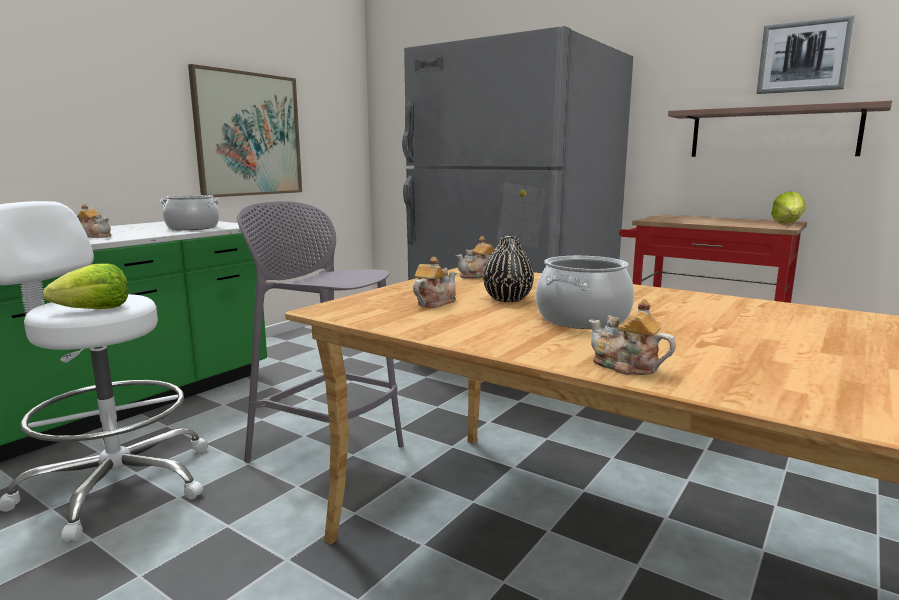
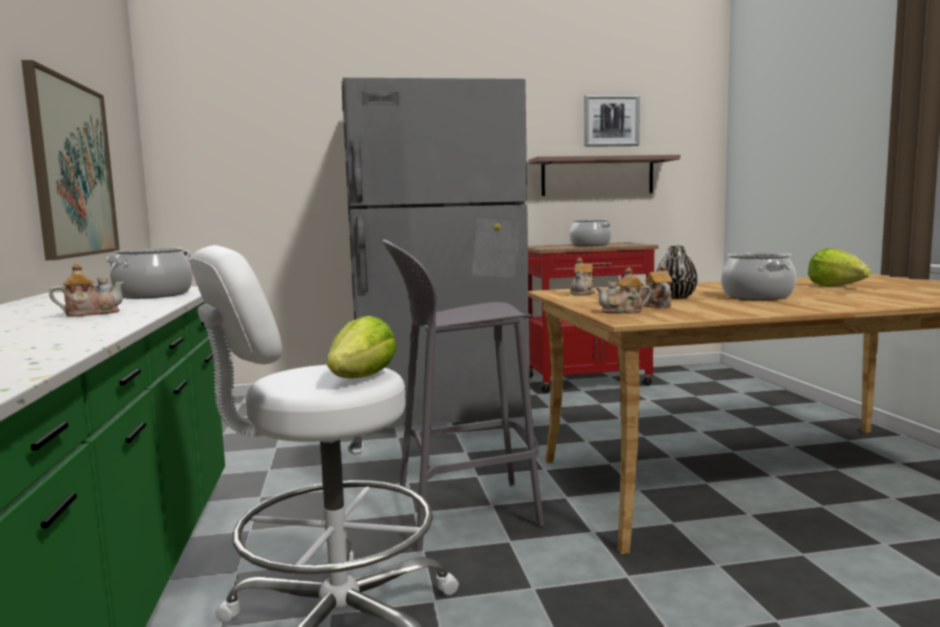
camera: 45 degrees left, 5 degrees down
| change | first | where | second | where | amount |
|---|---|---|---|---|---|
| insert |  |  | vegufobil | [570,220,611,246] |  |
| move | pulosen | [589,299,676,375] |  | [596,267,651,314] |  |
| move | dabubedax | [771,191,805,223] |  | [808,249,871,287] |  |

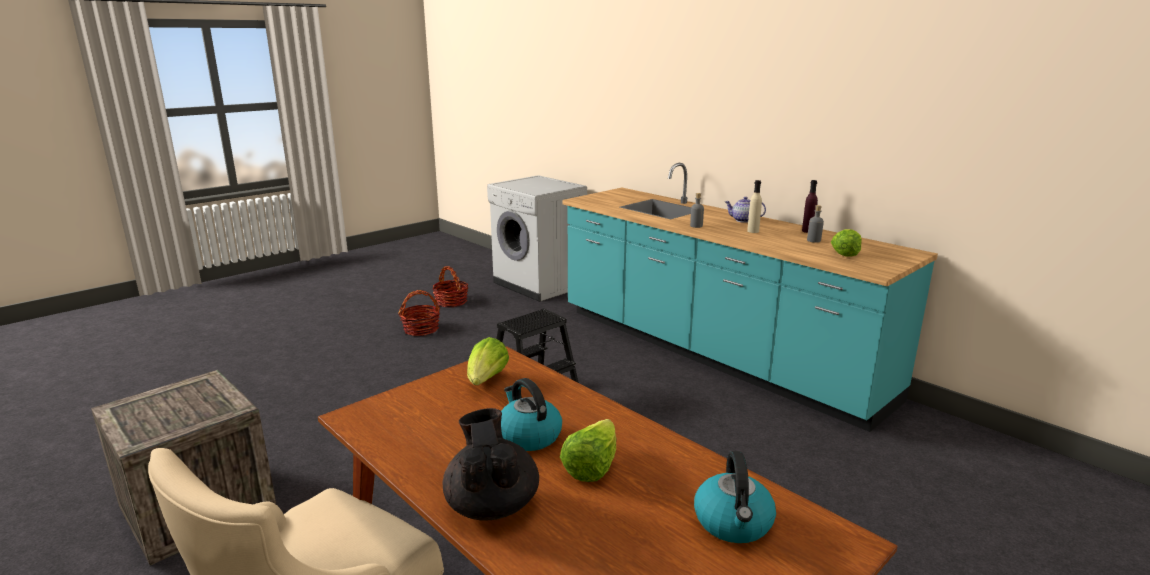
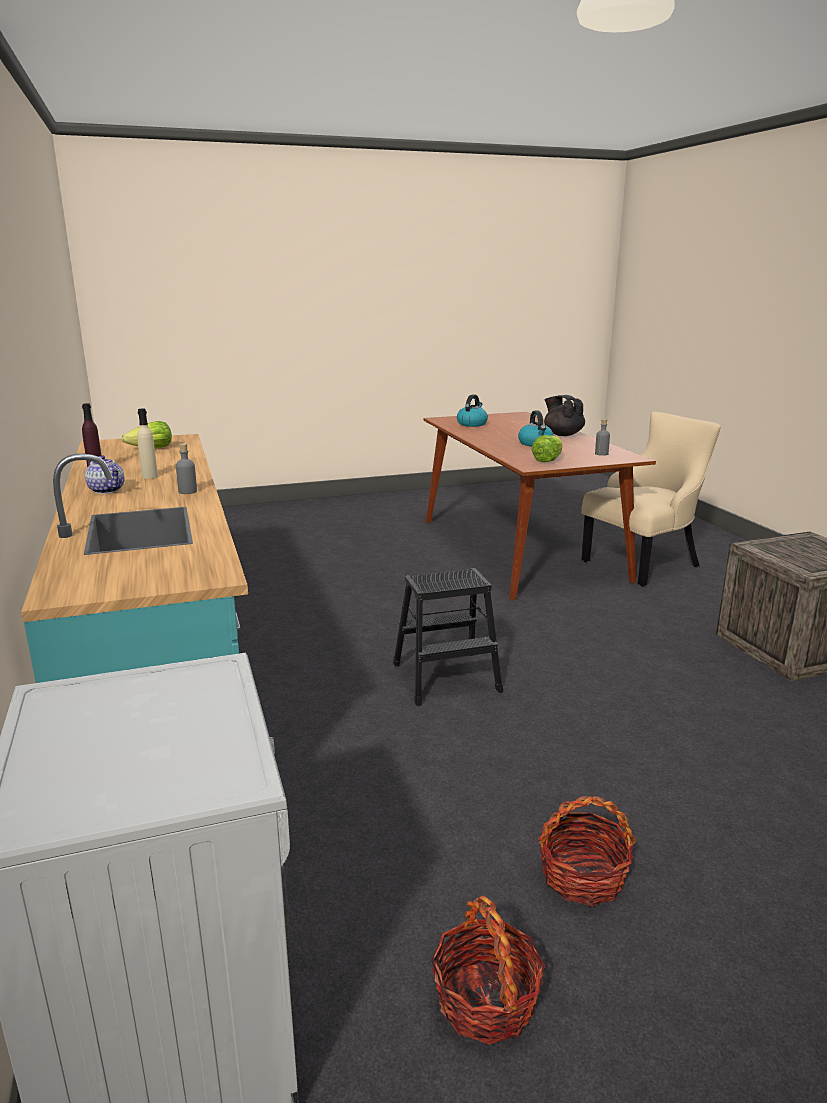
camera: 155 degrees left, 0 degrees up
| change | first | where | second | where | amount |
|---|---|---|---|---|---|
| delete | dabubedax | [560,419,616,482] |  |  |  |
| move | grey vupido | [807,205,824,243] |  | [595,419,610,456] |  |
| rotate | black pulosen | [443,408,539,521] |  | [544,395,585,436] | 135 degrees clockwise |

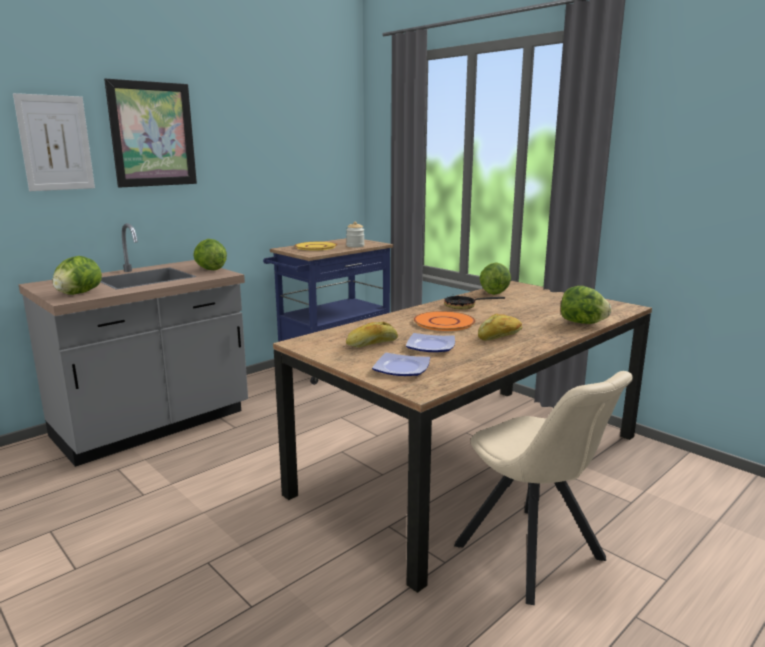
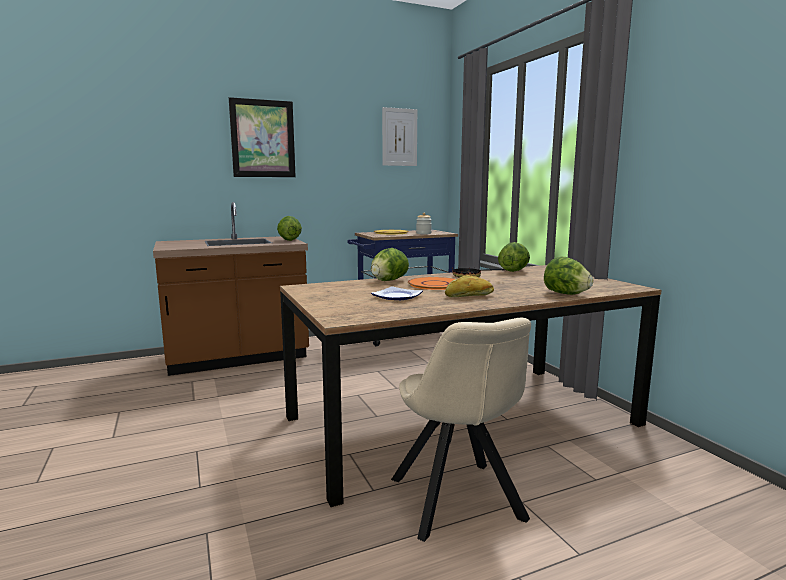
camera: 20 degrees right, 5 degrees down
| change | first | where | second | where | amount |
|---|---|---|---|---|---|
| delete | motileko | [346,321,398,348] |  |  |  |
| delete | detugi | [372,353,430,376] |  |  |  |
| move | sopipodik | [13,93,95,191] |  | [382,107,417,166] |  |
| move | dabubedax | [52,256,102,295] |  | [371,248,409,281] |  |
| recolor | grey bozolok | [18,223,248,467] | brown bozolok | [153,202,309,376] |  |

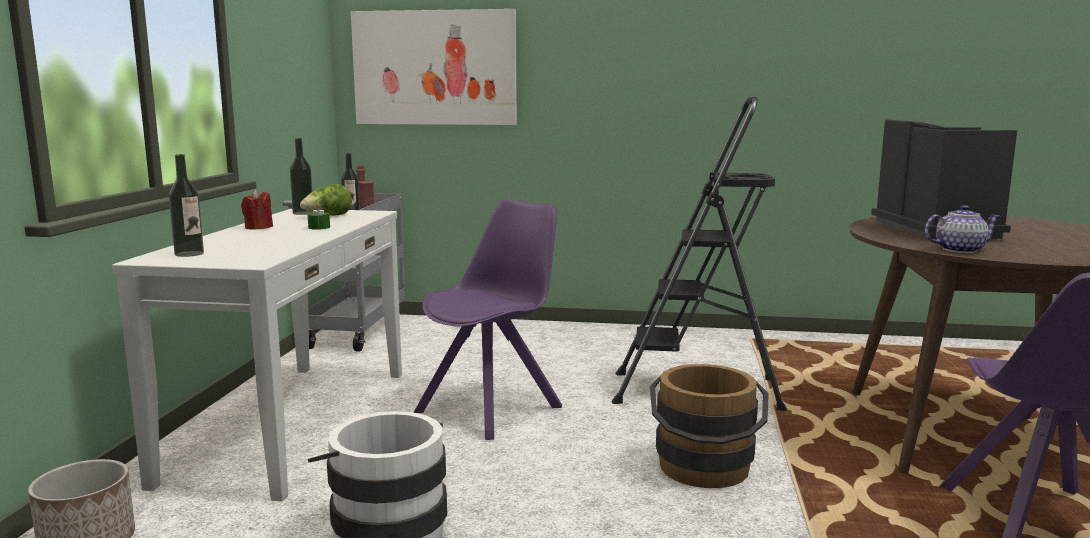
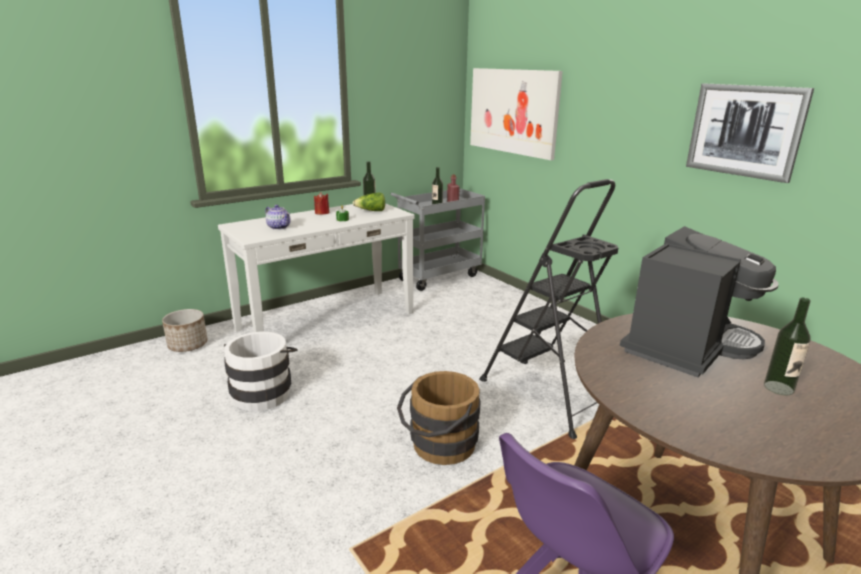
camera: 45 degrees right, 10 degrees up
| change | first | where | second | where | amount |
|---|---|---|---|---|---|
| delete | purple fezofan | [413,199,562,440] |  |  |  |
| insert |  |  | sopipodik | [686,84,814,183] |  |
| move | vupido | [169,154,204,257] |  | [764,298,811,395] |  |
| move | pulosen | [925,205,1001,253] |  | [265,205,291,230] |  |

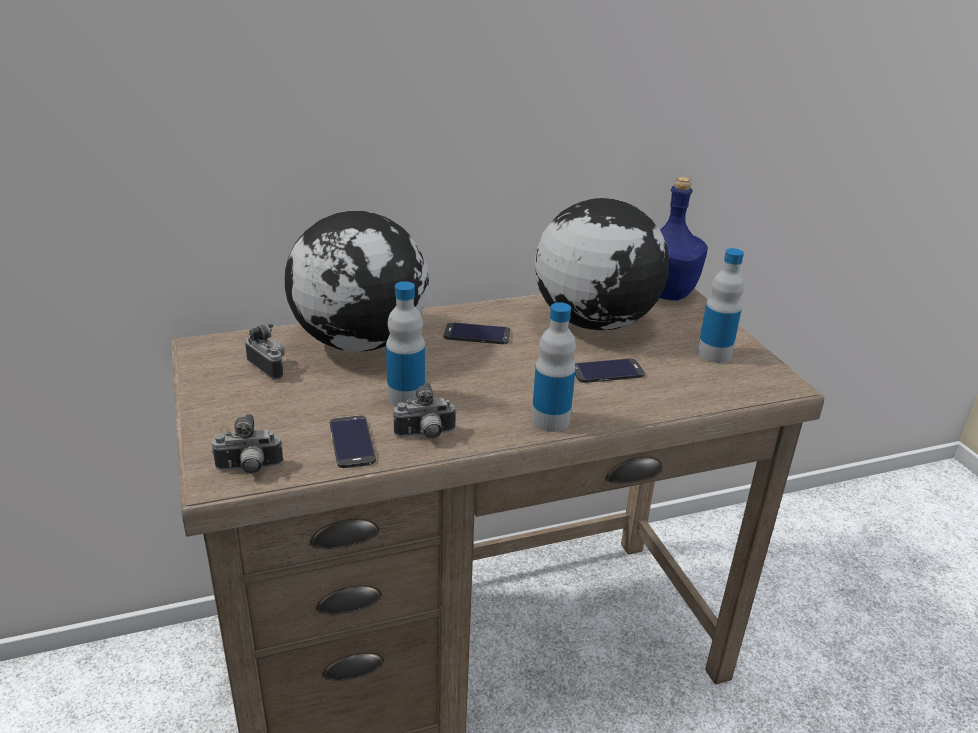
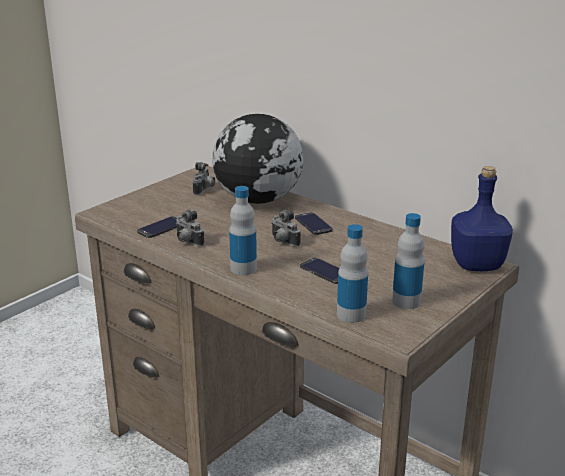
camera: 60 degrees right, 5 degrees down
| change | first | where | second | where | amount |
|---|---|---|---|---|---|
| delete | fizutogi | [535,198,669,330] |  |  |  |
| move | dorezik | [211,414,283,474] |  | [271,210,301,247] |  |
| move | vupido | [386,281,425,407] |  | [337,224,368,323] |  |

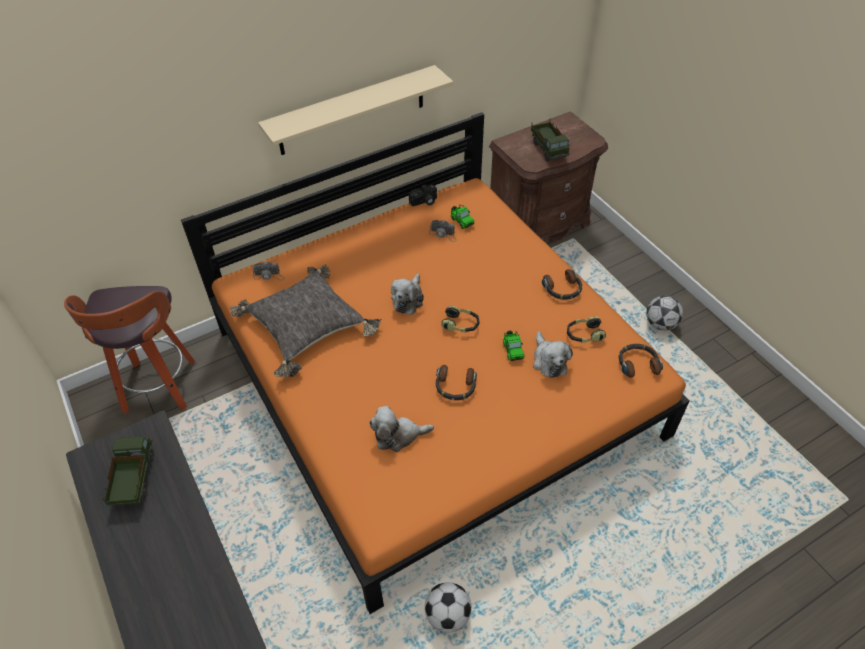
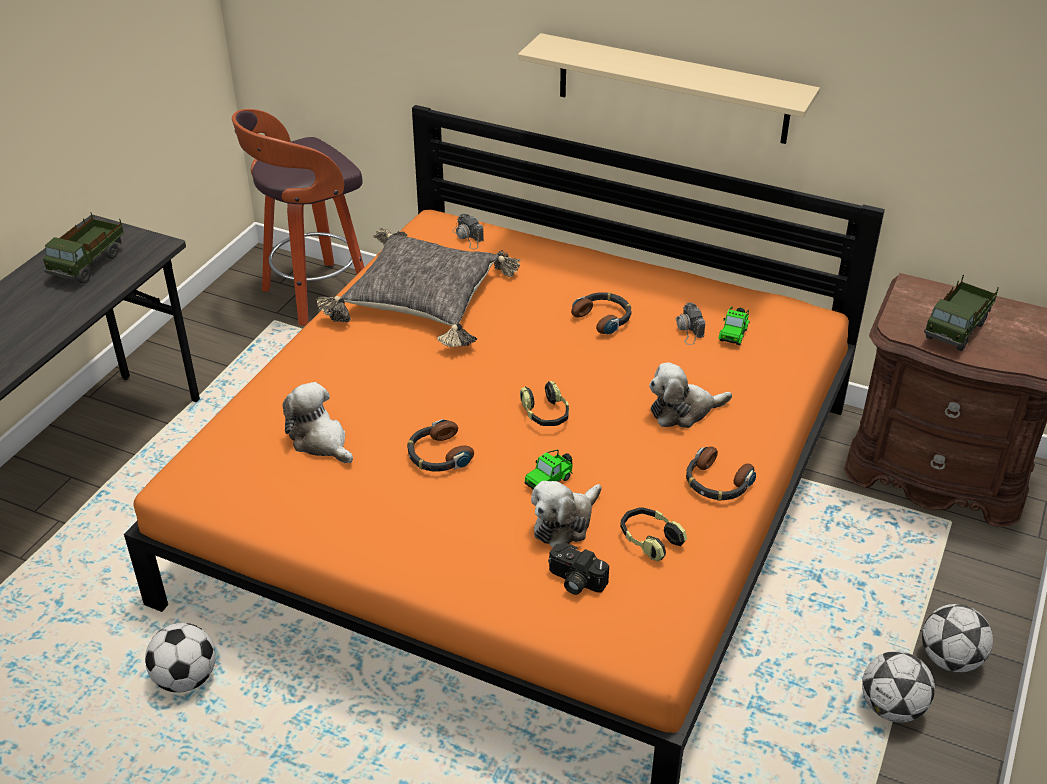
camera: 55 degrees right, 10 degrees down
| change | first | where | second | where | amount |
|---|---|---|---|---|---|
| insert |  |  | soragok | [922,604,993,672] |  |
| move | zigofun | [391,273,424,315] |  | [649,362,732,428] |  |
| move | dorezik | [409,184,437,206] |  | [548,543,609,595] |  |
| move | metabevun | [619,344,663,378] |  | [571,292,632,334] |  |
| rotate | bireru | [102,436,154,506] |  | [43,212,124,284] | 150 degrees clockwise |

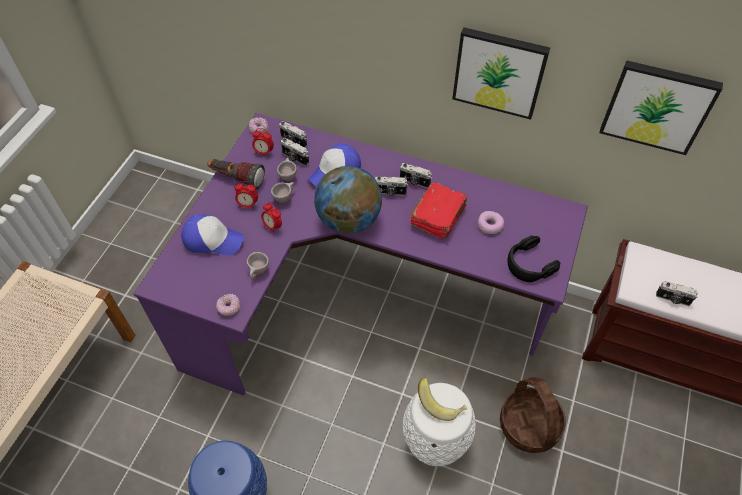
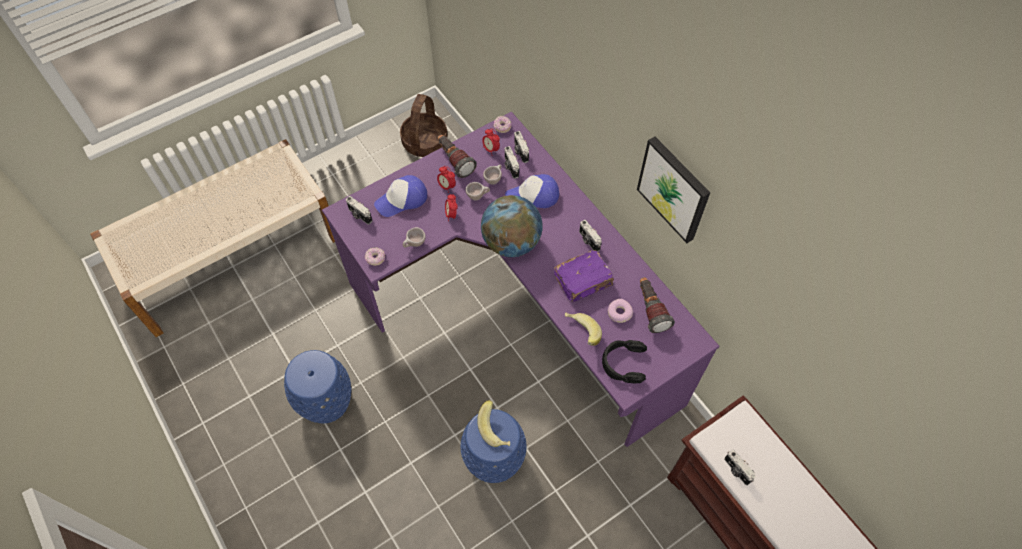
camera: 35 degrees right, 5 degrees up
| change | first | where | second | where | amount |
|---|---|---|---|---|---|
| delete | sopipodik | [599,60,723,155] |  |  |  |
| insert |  |  | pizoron | [565,313,602,346] |  |
| insert |  |  | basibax | [640,277,675,333] |  |
| move | dorezik | [375,176,408,196] |  | [346,196,372,224] |  |
| move | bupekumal | [500,377,566,453] |  | [400,94,447,157] |  |
| recolor | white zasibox | [403,383,475,466] | blue zasibox | [461,409,527,483] |  |
| recolor | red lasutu | [410,182,467,239] | purple lasutu | [554,250,614,302] |  |
| rotate | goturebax | [181,214,244,256] |  | [374,175,427,217] | 105 degrees clockwise |

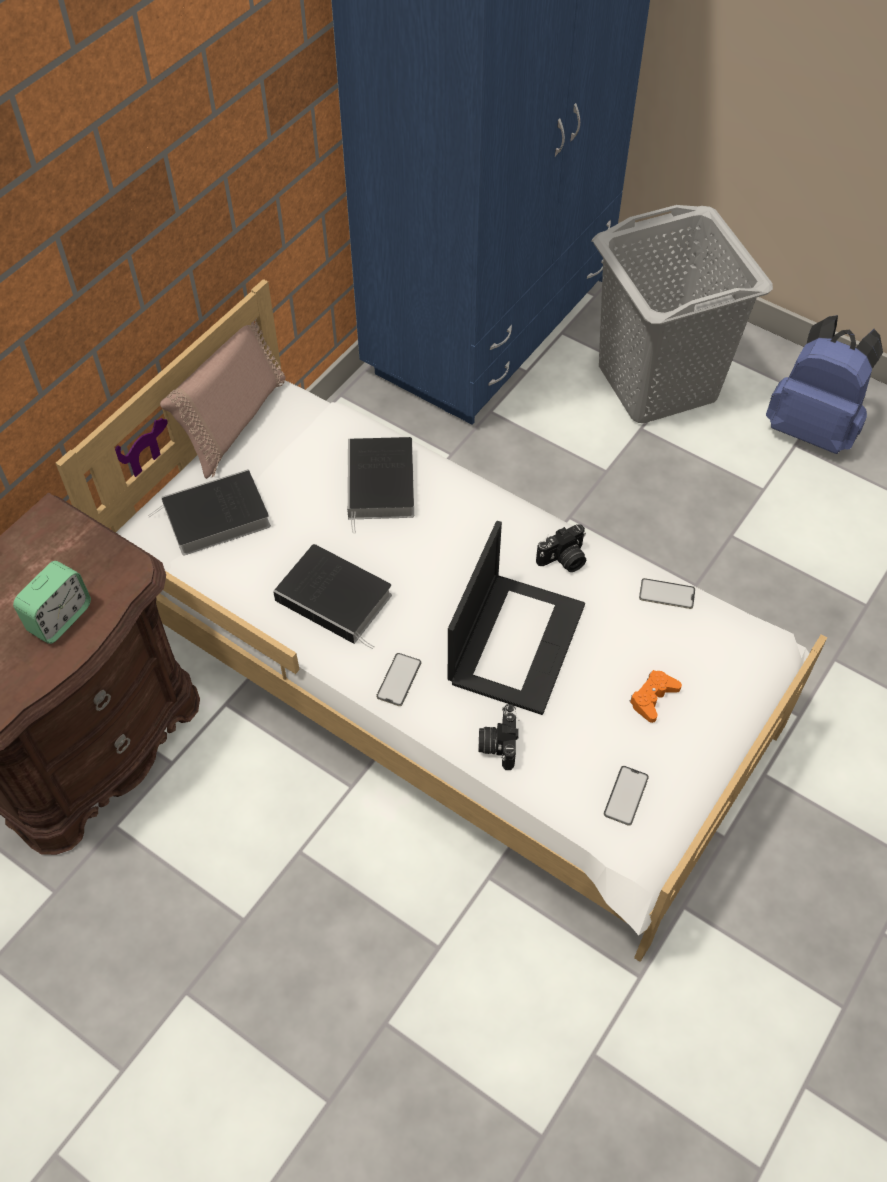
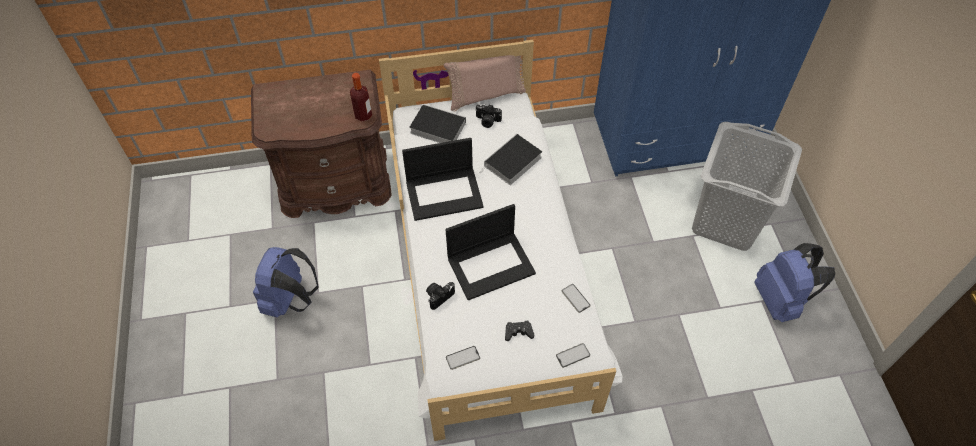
camera: 45 degrees right, 0 degrees up
| change | first | where | second | where | amount |
|---|---|---|---|---|---|
| delete | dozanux | [13,561,91,644] |  |  |  |
| insert |  |  | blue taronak | [253,247,319,317] |  |
| insert |  |  | vupido | [350,73,372,121] |  |
| move | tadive | [376,653,421,706] |  | [556,343,590,368] |  |
| move | dorezik | [536,524,586,572] |  | [475,104,502,128] |  |
| replace | lasutu | [273,544,392,649] | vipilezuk | [402,138,484,221] |  |
| recolor | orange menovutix | [629,670,682,723] | black menovutix | [505,321,534,341] |  |

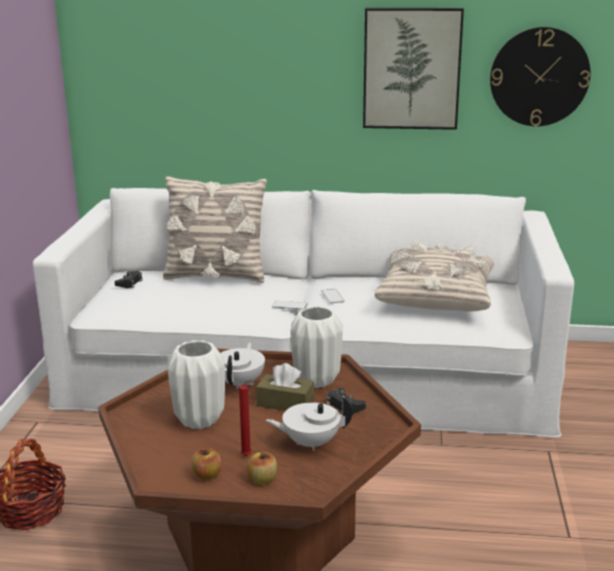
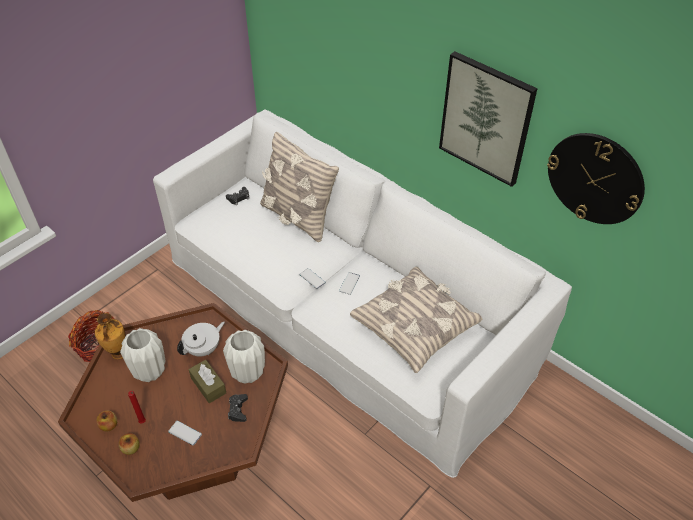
camera: 35 degrees right, 25 degrees up
| change | first | where | second | where | amount |
|---|---|---|---|---|---|
| insert |  |  | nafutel | [95,313,126,359] |  |
| replace | white pulosen | [266,396,352,451] | tadive | [168,421,202,445] |  |

